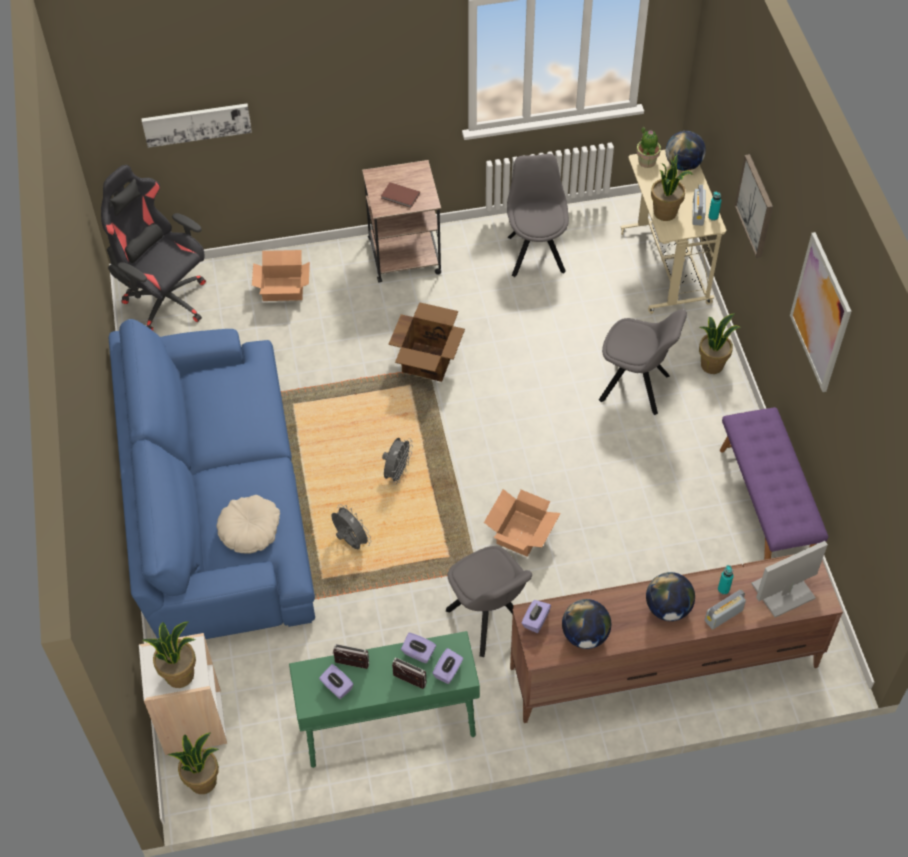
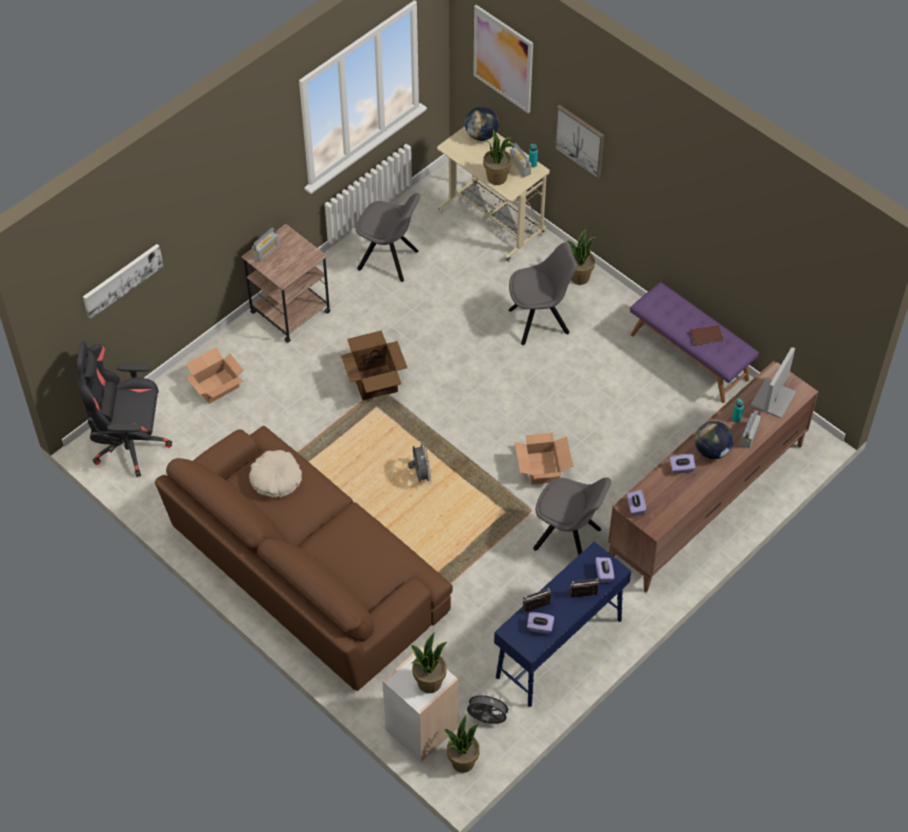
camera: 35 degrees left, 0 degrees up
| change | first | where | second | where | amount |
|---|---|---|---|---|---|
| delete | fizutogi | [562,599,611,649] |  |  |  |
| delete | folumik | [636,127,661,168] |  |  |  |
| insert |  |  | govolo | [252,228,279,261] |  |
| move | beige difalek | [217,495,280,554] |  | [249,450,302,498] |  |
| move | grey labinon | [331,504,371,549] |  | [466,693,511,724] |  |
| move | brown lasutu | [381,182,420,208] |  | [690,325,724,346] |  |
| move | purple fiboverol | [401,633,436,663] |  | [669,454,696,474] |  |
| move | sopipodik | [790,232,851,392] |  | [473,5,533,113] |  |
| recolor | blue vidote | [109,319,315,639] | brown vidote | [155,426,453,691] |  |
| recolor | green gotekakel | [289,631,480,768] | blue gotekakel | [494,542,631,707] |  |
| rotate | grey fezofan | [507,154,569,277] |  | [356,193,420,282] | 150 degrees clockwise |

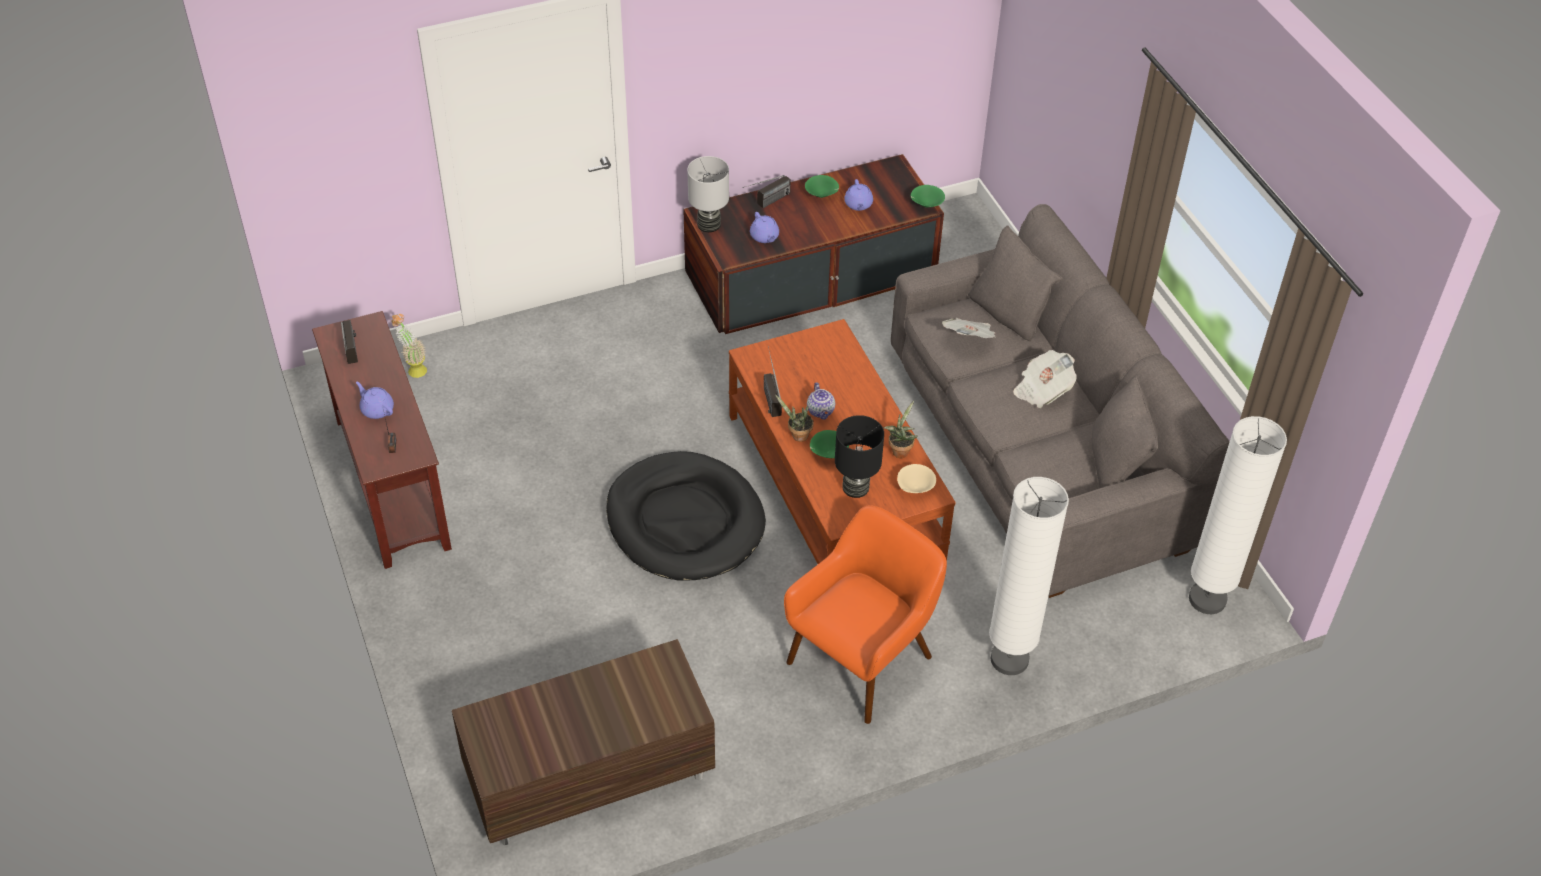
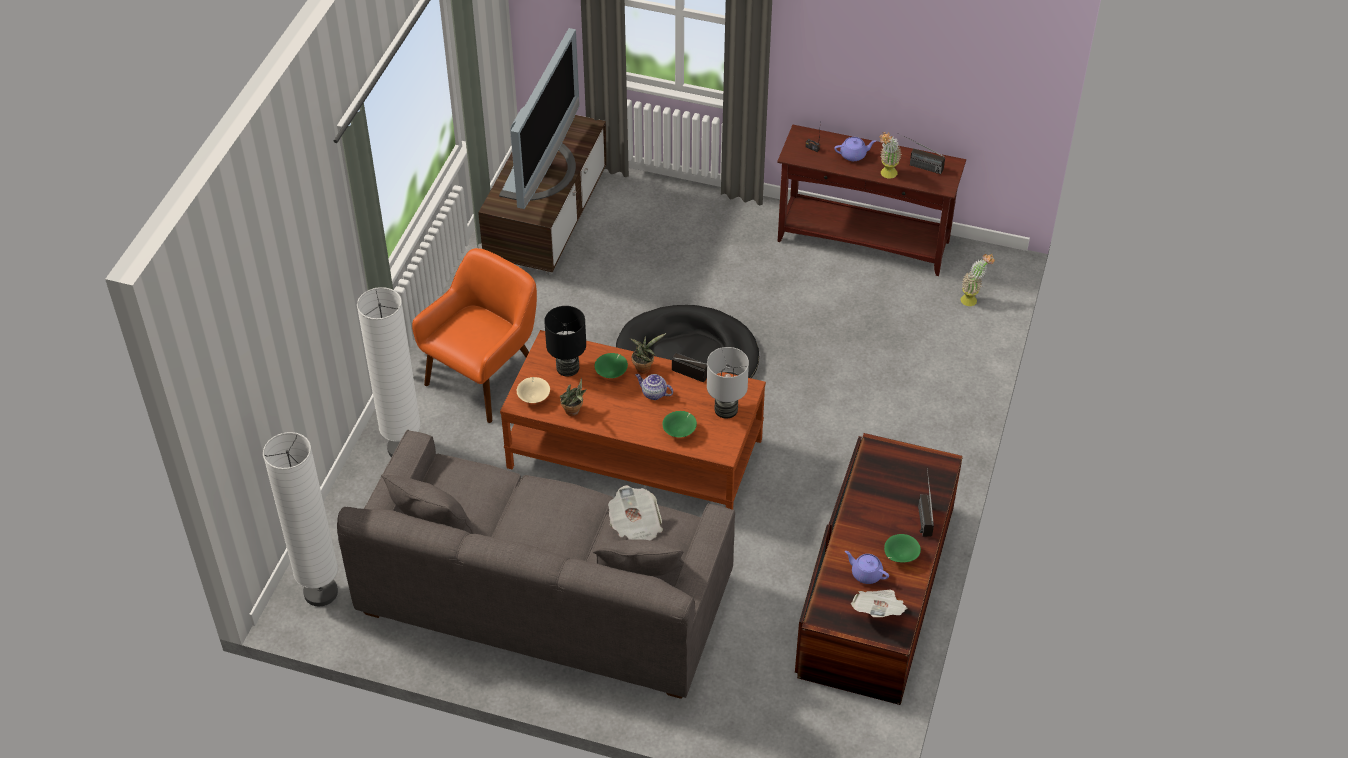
camera: 130 degrees right, 0 degrees up
| change | first | where | second | where | amount |
|---|---|---|---|---|---|
| delete | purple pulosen | [750,212,779,243] |  |  |  |
| insert |  |  | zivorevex | [499,28,580,209] |  |
| insert |  |  | folumik | [879,132,902,179] |  |
| move | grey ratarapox | [687,156,729,232] |  | [707,347,749,419] |  |
| move | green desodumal | [911,185,945,208] |  | [663,411,697,438] |  |
| move | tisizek | [1013,350,1077,408] |  | [851,589,908,617] |  |
| rotate | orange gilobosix | [784,505,947,724] |  | [412,248,537,423] | 135 degrees counterclockwise |

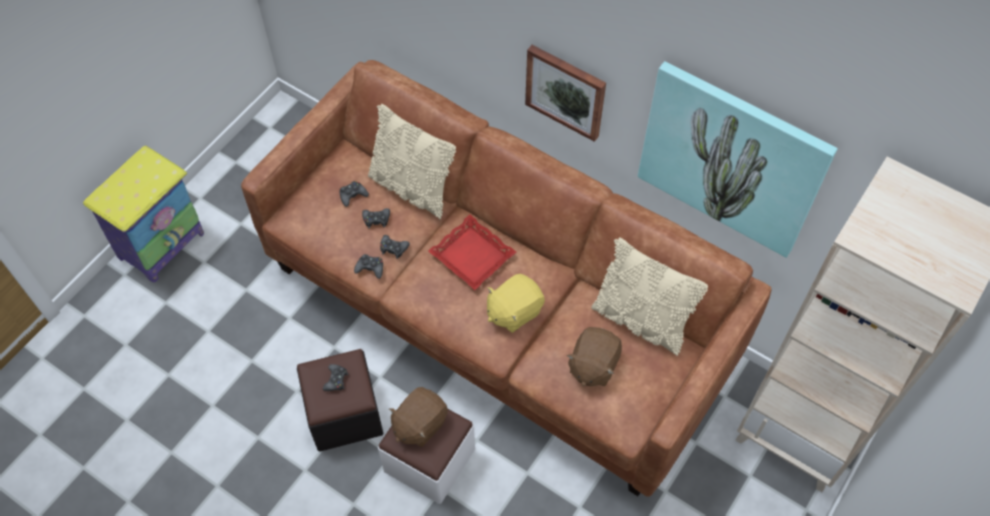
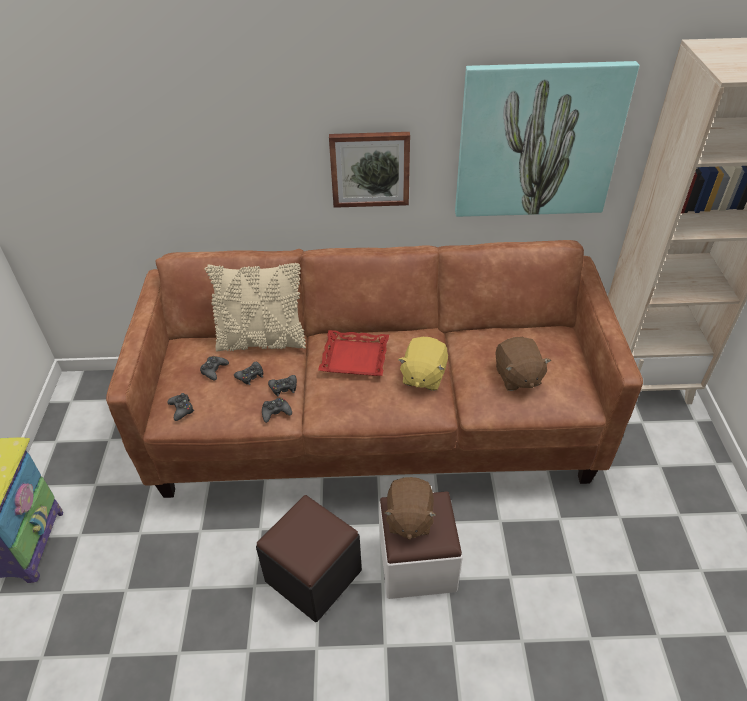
camera: 35 degrees left, 15 degrees down
| change | first | where | second | where | amount |
|---|---|---|---|---|---|
| delete | beige difalek | [591,237,708,356] |  |  |  |
| move | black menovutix | [323,364,348,391] |  | [168,393,194,421] |  |

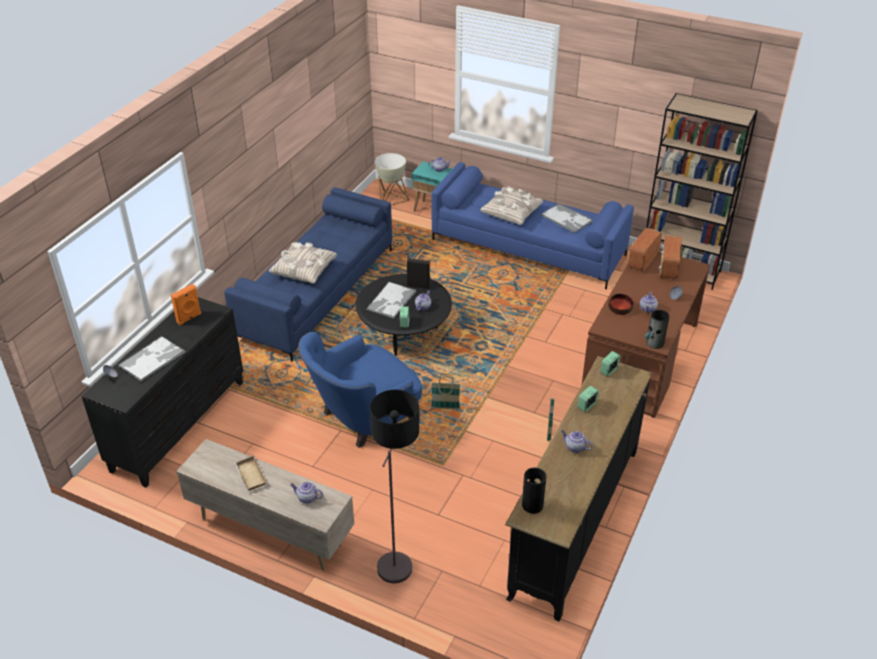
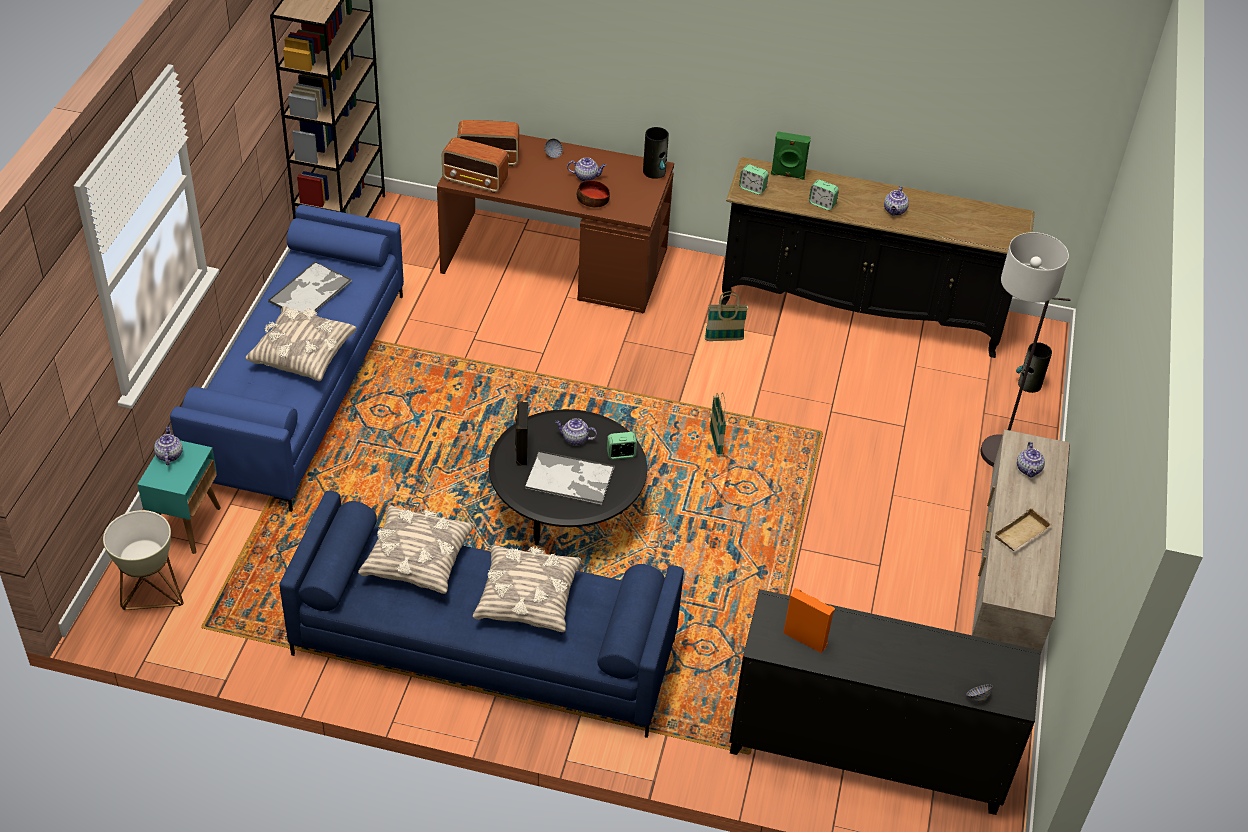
camera: 105 degrees left, 5 degrees up
| change | first | where | second | where | amount |
|---|---|---|---|---|---|
| delete | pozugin | [118,336,185,382] |  |  |  |
| delete | blue gilobosix | [298,332,422,448] |  |  |  |
| insert |  |  | beige difalek | [358,505,474,594] |  |
| insert |  |  | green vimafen | [771,131,811,180] |  |
| move | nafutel | [522,467,547,514] |  | [1016,342,1052,393] |  |
| recolor | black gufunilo | [370,390,419,583] | white gufunilo | [980,232,1071,467] |  |

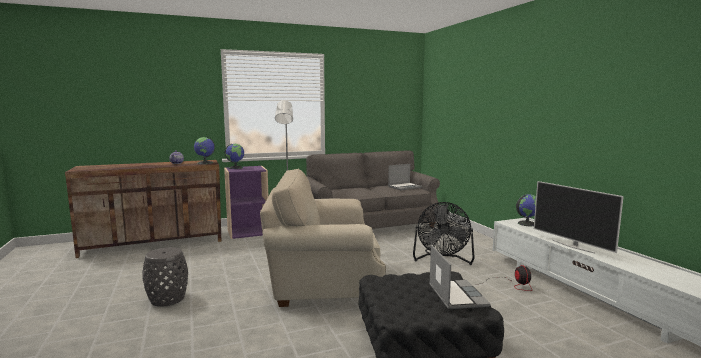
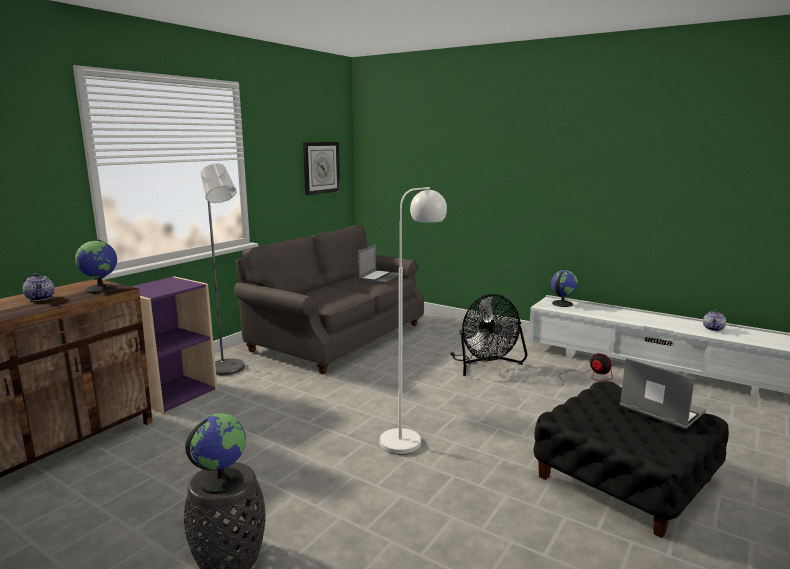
camera: 35 degrees left, 5 degrees up
| change | first | where | second | where | amount |
|---|---|---|---|---|---|
| delete | zivorevex | [534,181,624,254] |  |  |  |
| insert |  |  | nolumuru | [303,142,340,195] |  |
| insert |  |  | pulosen | [703,310,726,331] |  |
| move | fizutogi | [225,144,244,169] |  | [185,413,246,494] |  |
| replace | beige gilobosix | [260,169,386,307] | white gufunilo | [380,187,447,455] |  |

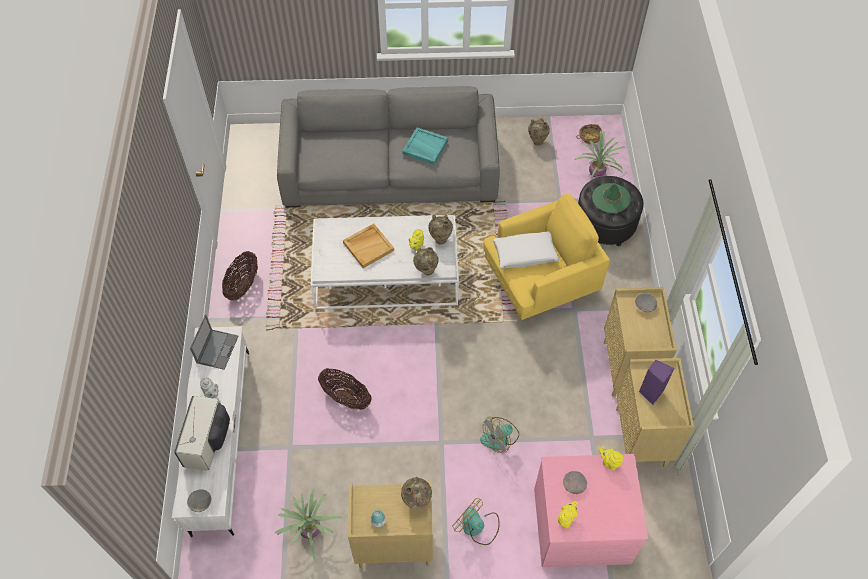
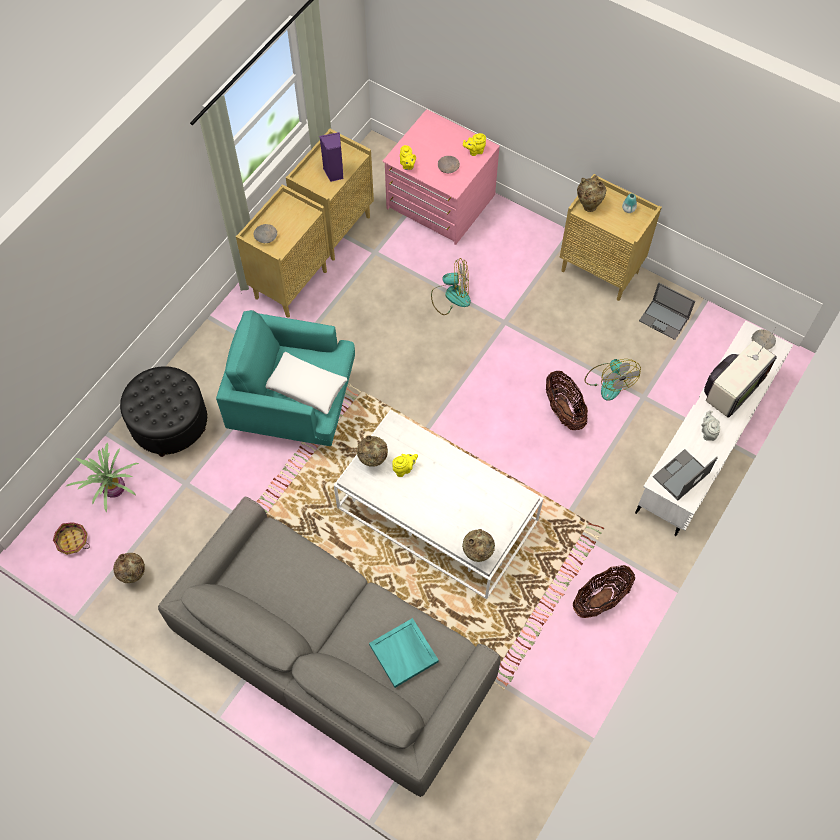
camera: 145 degrees left, 5 degrees up
| change | first | where | second | where | amount |
|---|---|---|---|---|---|
| delete | beige pozugin | [343,224,394,268] |  |  |  |
| delete | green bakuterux | [592,183,631,213] |  |  |  |
| move | turquoise pozugin | [402,127,448,165] |  | [369,618,439,688] |  |
| move | beige nafutel | [413,247,439,275] |  | [462,529,495,562] |  |
| move | labinon | [453,498,500,545] |  | [585,359,641,401] |  |
| replace | folumik | [275,488,343,561] | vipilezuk | [639,282,695,340] |  |
| recolor | yellow gilobosix | [483,194,610,320] | turquoise gilobosix | [216,310,355,446] |  |

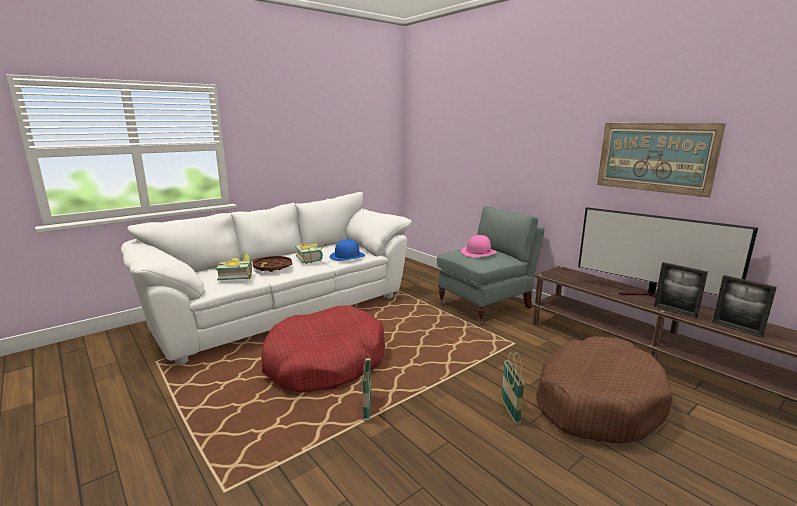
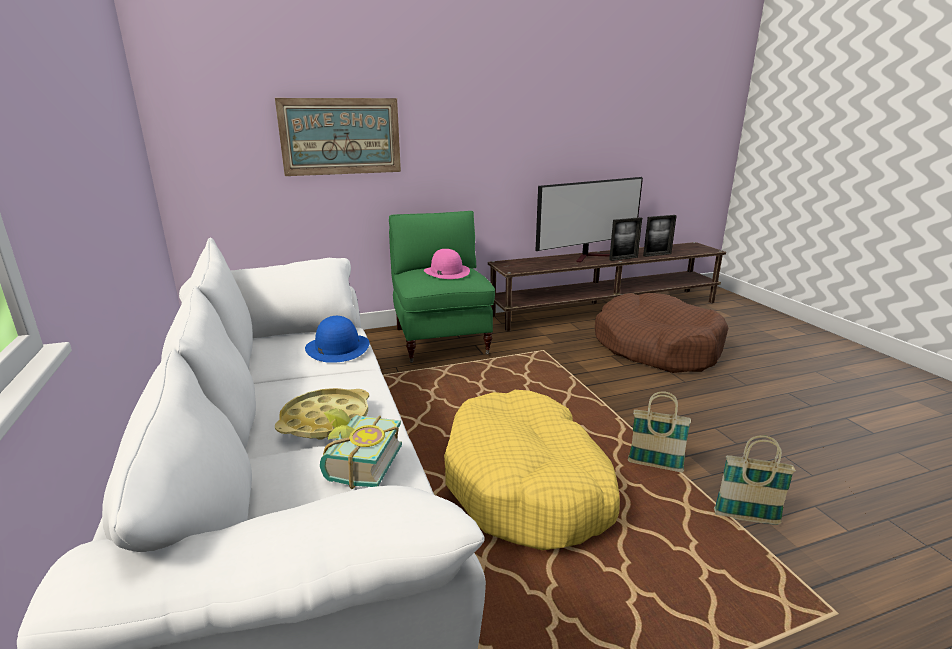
camera: 70 degrees left, 5 degrees up
| change | first | where | second | where | amount |
|---|---|---|---|---|---|
| delete | lasutu | [295,244,327,264] |  |  |  |
| move | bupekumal | [501,352,525,424] |  | [714,435,796,525] |  |
| move | sopipodik | [597,123,726,198] |  | [275,98,401,176] |  |
| recolor | brown pozugin | [252,256,293,272] | yellow pozugin | [275,388,369,440] |  |
| recolor | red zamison | [261,305,385,393] | yellow zamison | [444,390,620,550] |  |
| recolor | grey gilobosix | [437,206,544,324] | green gilobosix | [389,211,495,363] |  |

